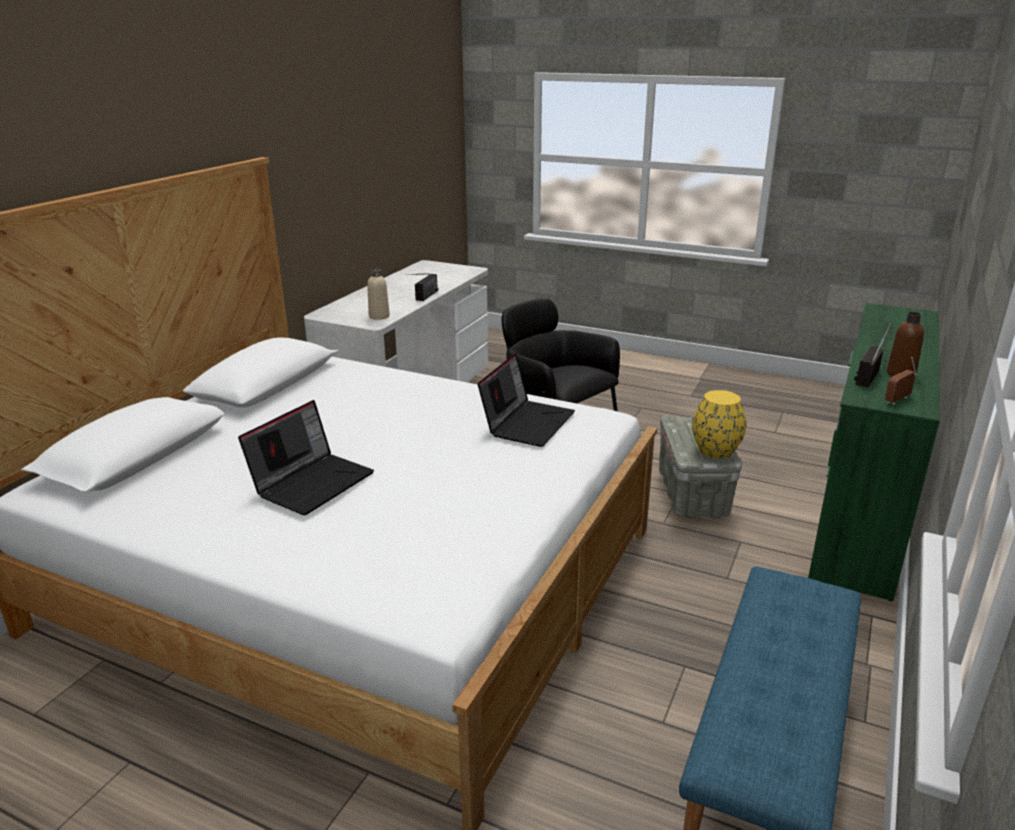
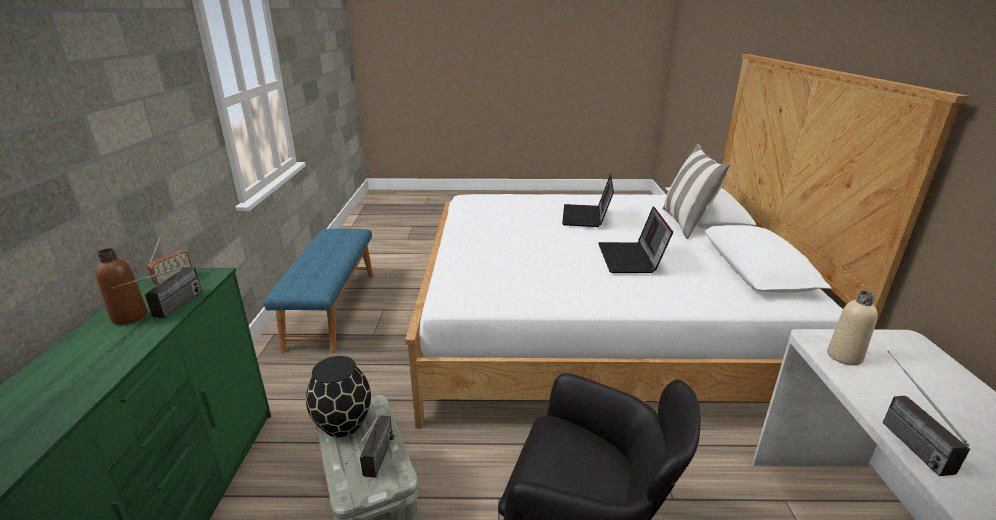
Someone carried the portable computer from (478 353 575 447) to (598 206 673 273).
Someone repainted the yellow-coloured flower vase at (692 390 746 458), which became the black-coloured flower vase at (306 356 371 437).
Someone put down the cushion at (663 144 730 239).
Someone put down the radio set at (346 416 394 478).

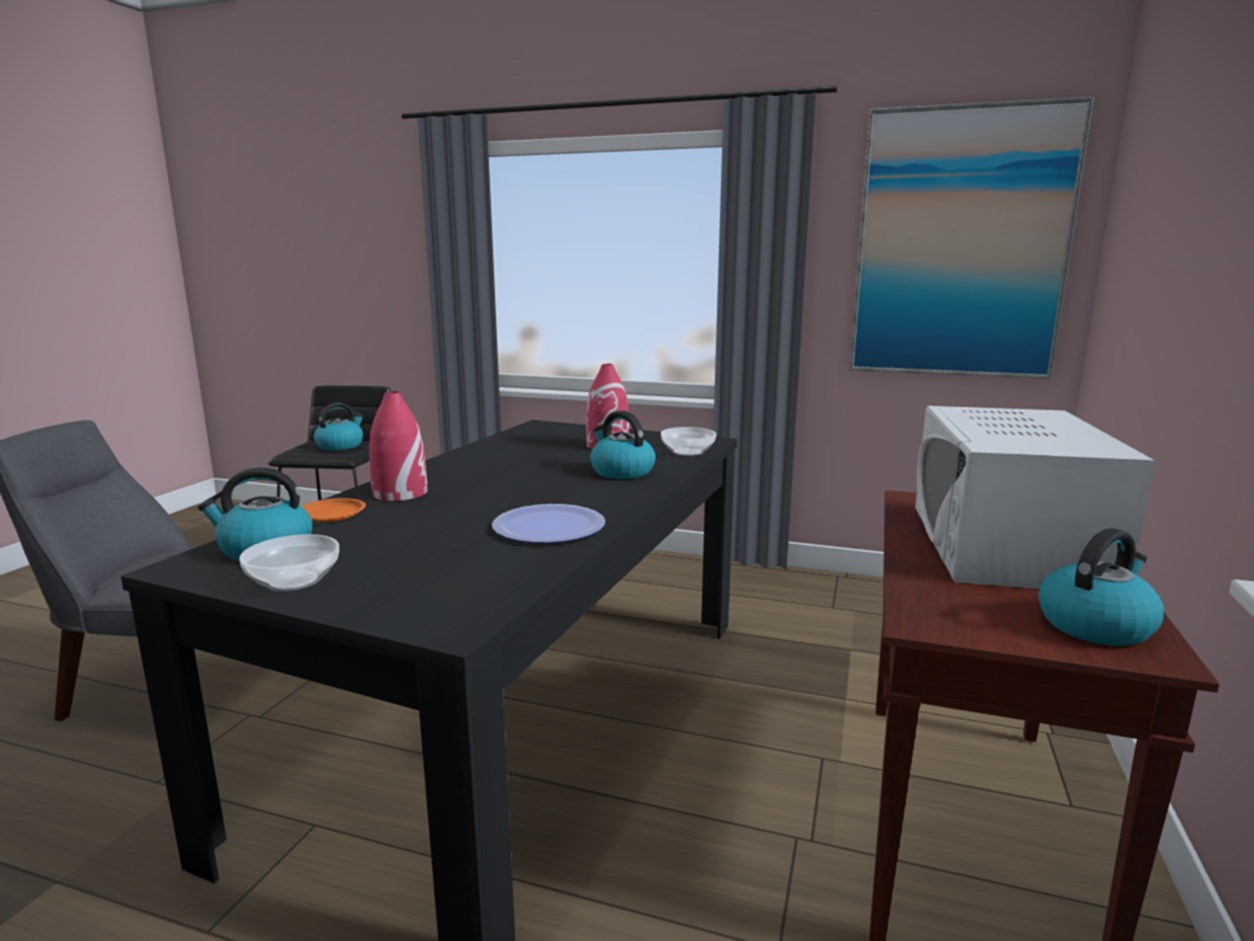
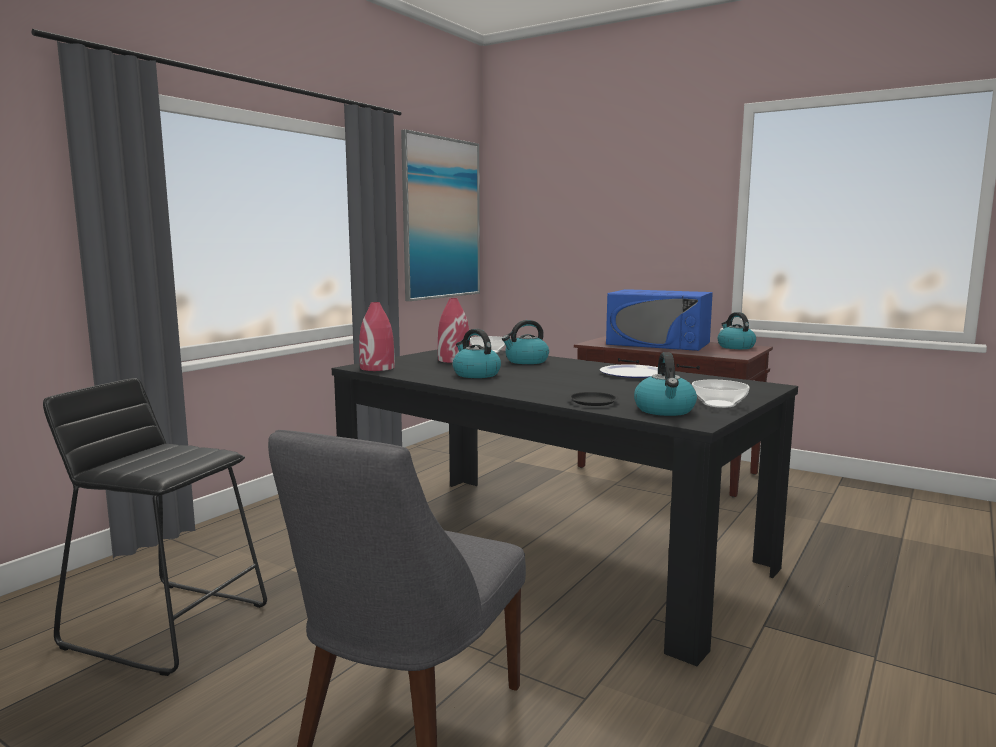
Someone carried the reddish flower vase from (369 391 428 501) to (359 302 395 371).
Someone carried the tea kettle from (314 402 364 451) to (453 329 501 378).
Someone repainted the whitish kitchen microwave at (915 406 1155 589), which became the blue kitchen microwave at (606 289 713 351).
Someone repainted the orange-coloured dinner plate at (302 498 366 522), which became the black-coloured dinner plate at (568 392 619 406).

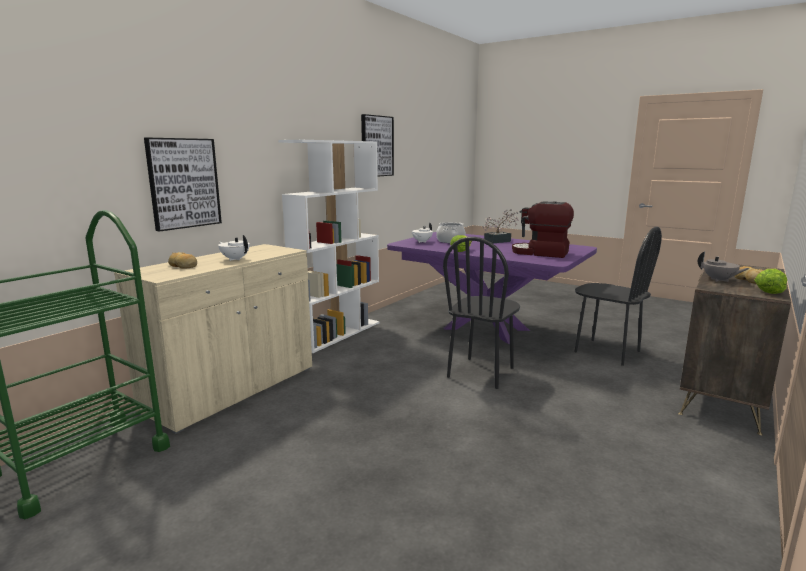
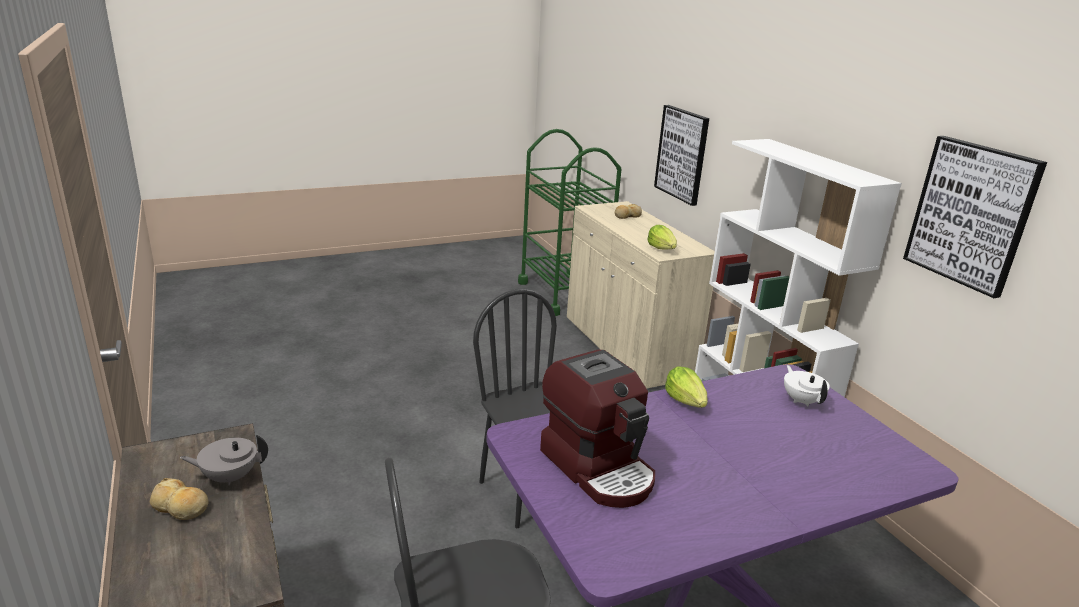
Someone rotated the coffee brewer at (512 201 574 258) by 90 degrees clockwise.
Someone took away the potted plant at (483 209 519 243).
Someone took away the stockpot at (436 222 465 243).
Someone took away the whitish teapot at (218 235 250 261).
Someone carried the lettuce from (754 269 787 294) to (648 225 677 249).

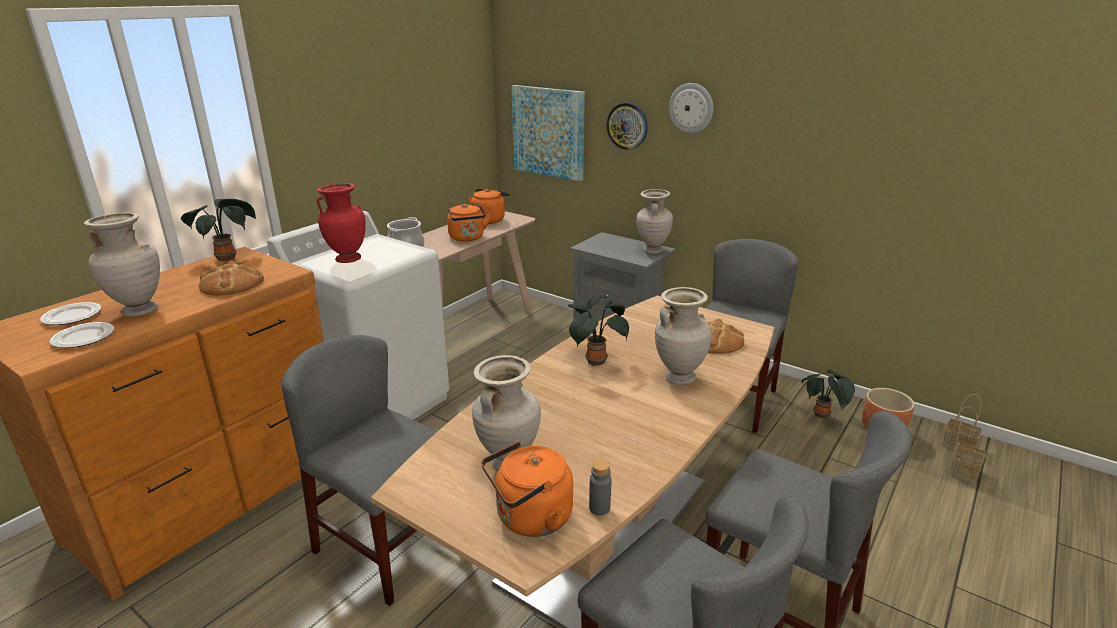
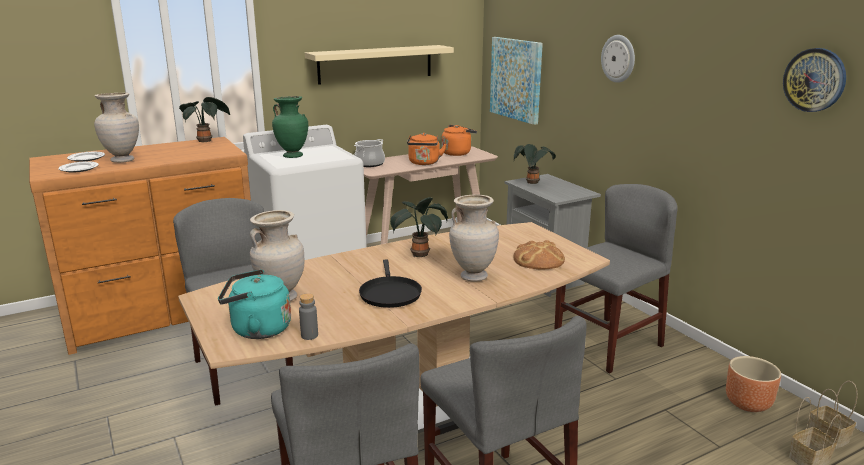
Someone carried the clock on the wall from (606 103 648 150) to (783 48 846 112).
Someone repainted the reddish flower vase at (317 183 366 263), which became the green-coloured flower vase at (272 96 308 158).
Someone took away the beige-coloured flower vase at (636 189 673 254).
Someone took away the bakery bread at (199 261 264 296).
Someone carried the potted plant from (801 369 855 418) to (514 144 556 184).
Someone repainted the orange-coloured tea kettle at (481 442 573 537), which became the turquoise-coloured tea kettle at (218 269 291 339).
Someone put up the beige-coloured wall shelf at (305 45 454 85).
Someone put down the black-coloured frying pan at (359 260 422 308).

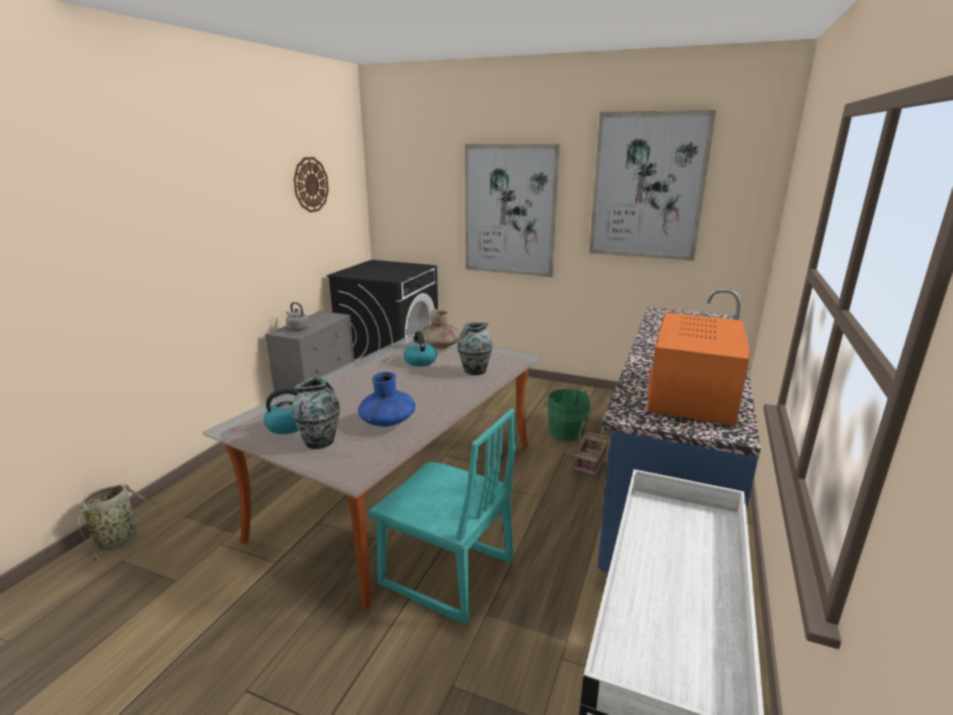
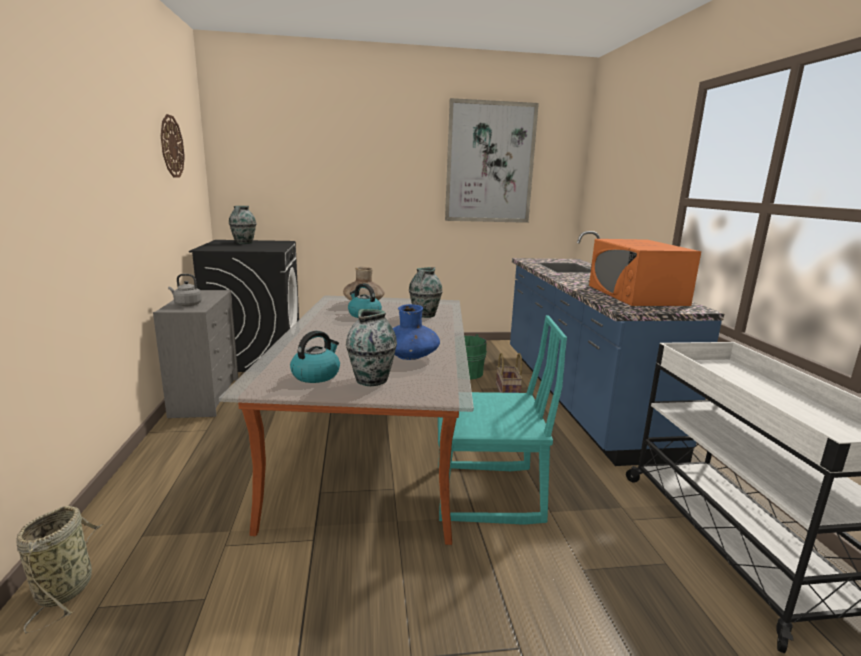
Someone took away the wall art at (465 144 560 277).
Someone put down the flower vase at (229 206 256 244).

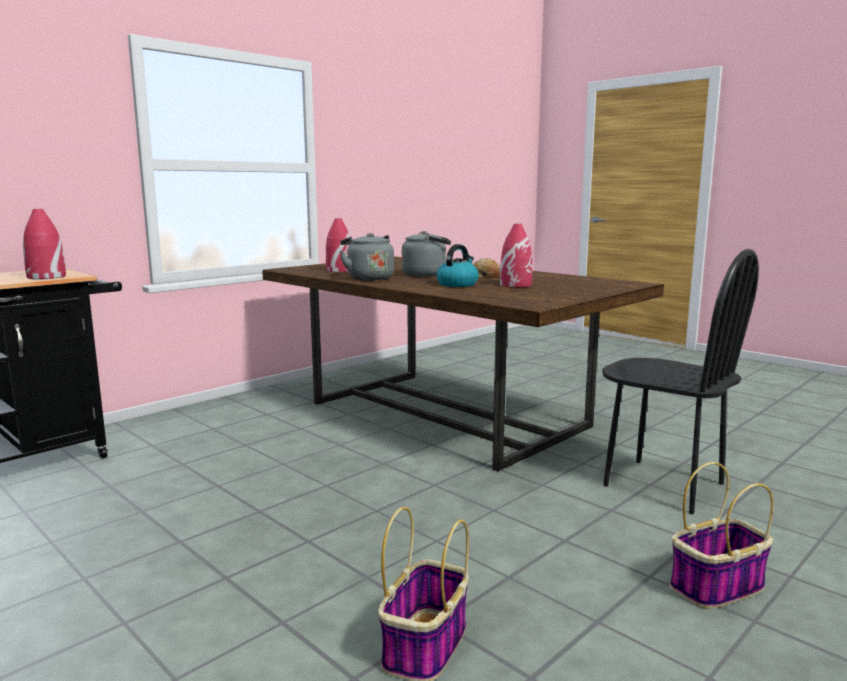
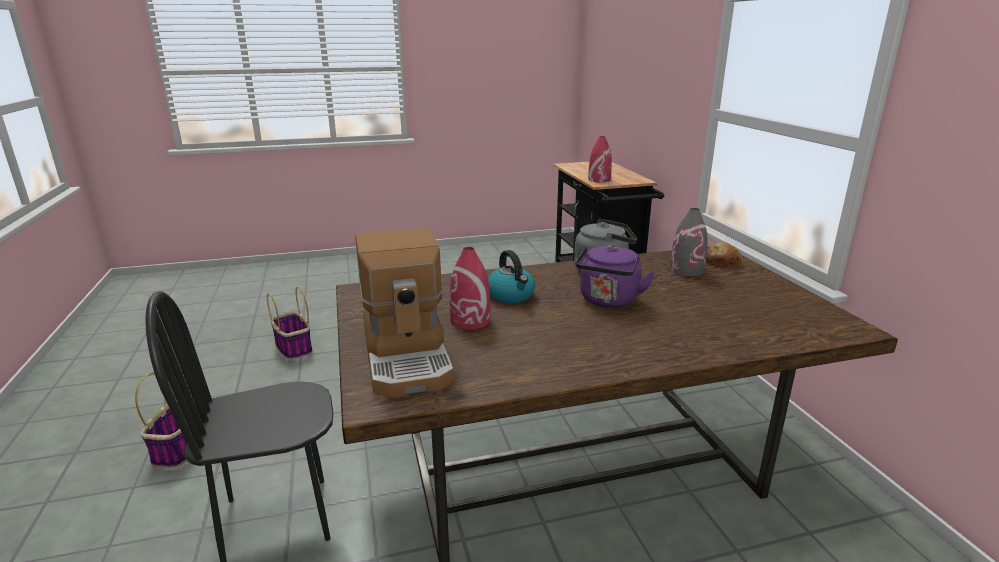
Someone repainted the reddish flower vase at (326 218 350 272), which became the gray flower vase at (670 208 708 277).
Someone repainted the gray tea kettle at (402 231 451 276), which became the purplish tea kettle at (575 245 655 308).
Someone carried the bakery bread from (473 258 500 278) to (706 242 742 268).
Someone put down the coffee brewer at (355 228 454 397).

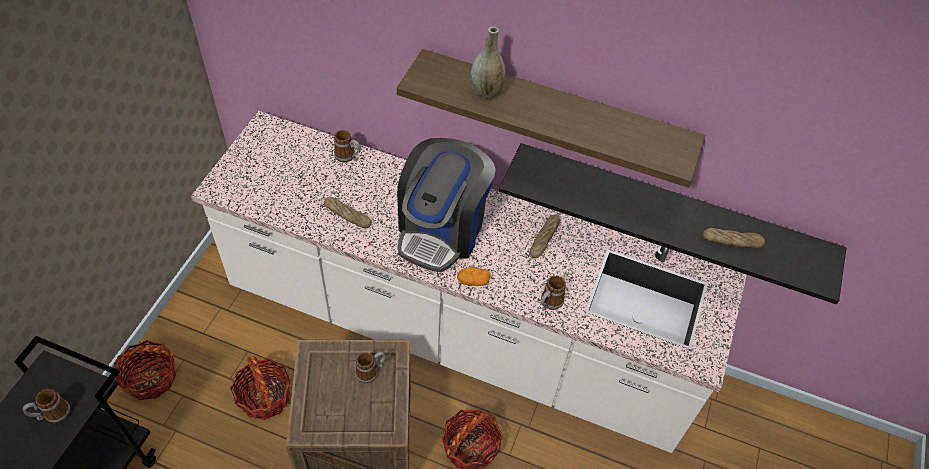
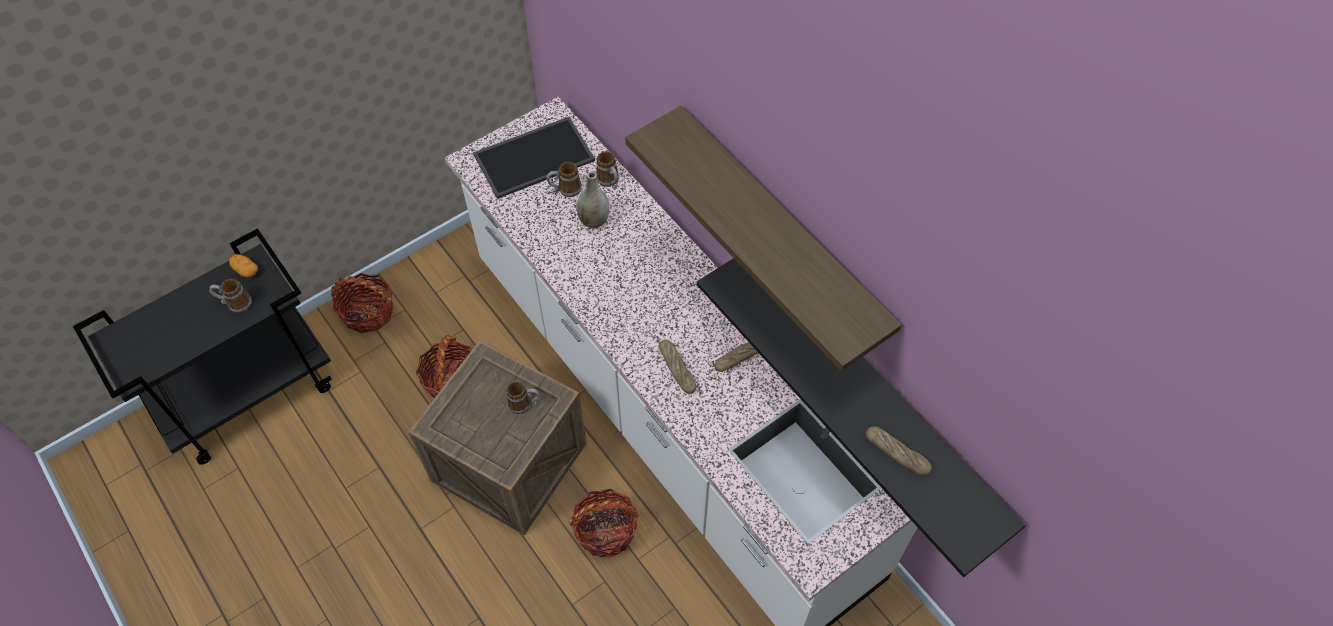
Someone carried the gray flower vase from (470 26 505 99) to (576 171 609 228).
Someone took away the coffee brewer at (397 138 496 272).
Someone carried the bakery bread from (324 197 371 228) to (659 340 696 394).
Someone carried the whole potato from (457 267 490 286) to (229 254 258 278).
Someone carried the tea mug from (540 275 566 310) to (547 162 582 197).
Someone put down the carrying tray at (473 117 595 199).

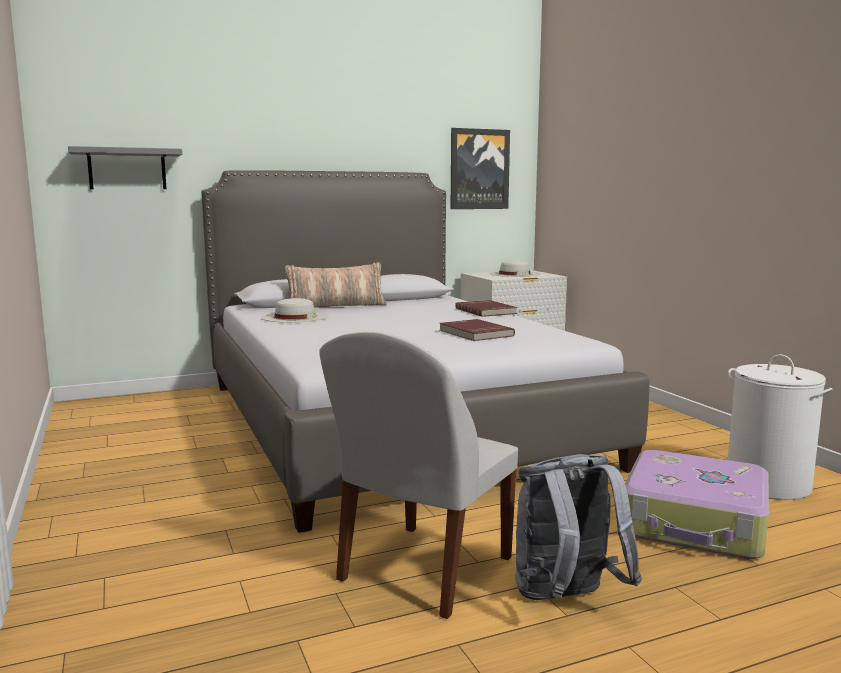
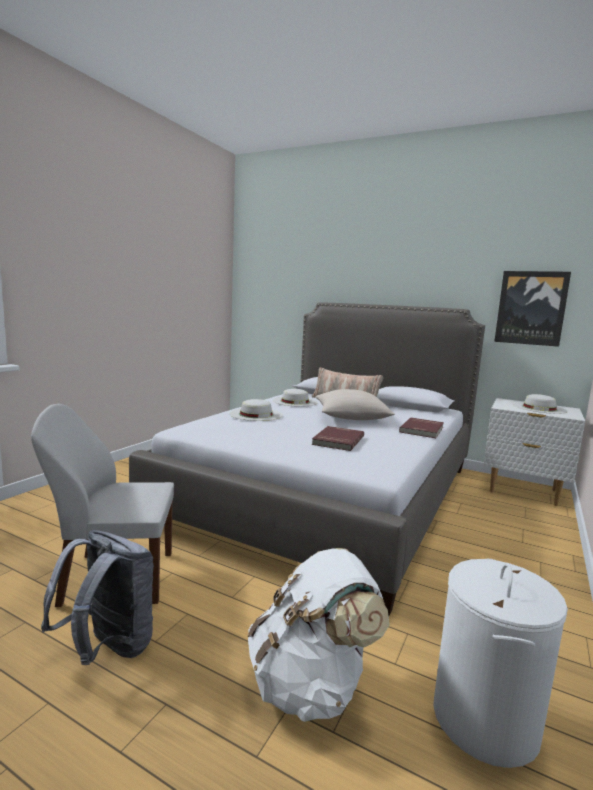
Someone took away the gray wall shelf at (68 146 182 189).
Someone swapped the travel case at (625 450 769 559) for the whitish rucksack at (247 548 390 722).
Someone put down the beige-coloured cushion at (316 389 395 420).
Someone put down the whitish clothing hat at (230 399 283 421).

